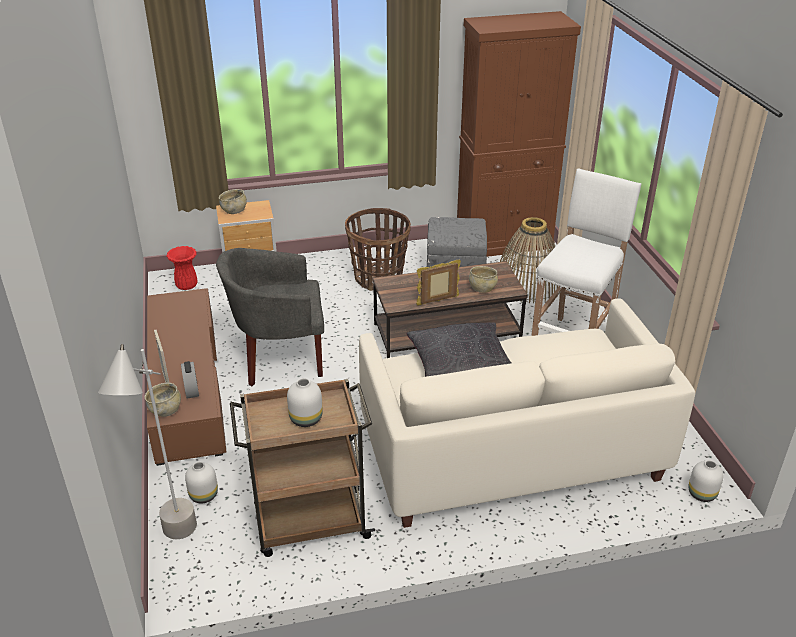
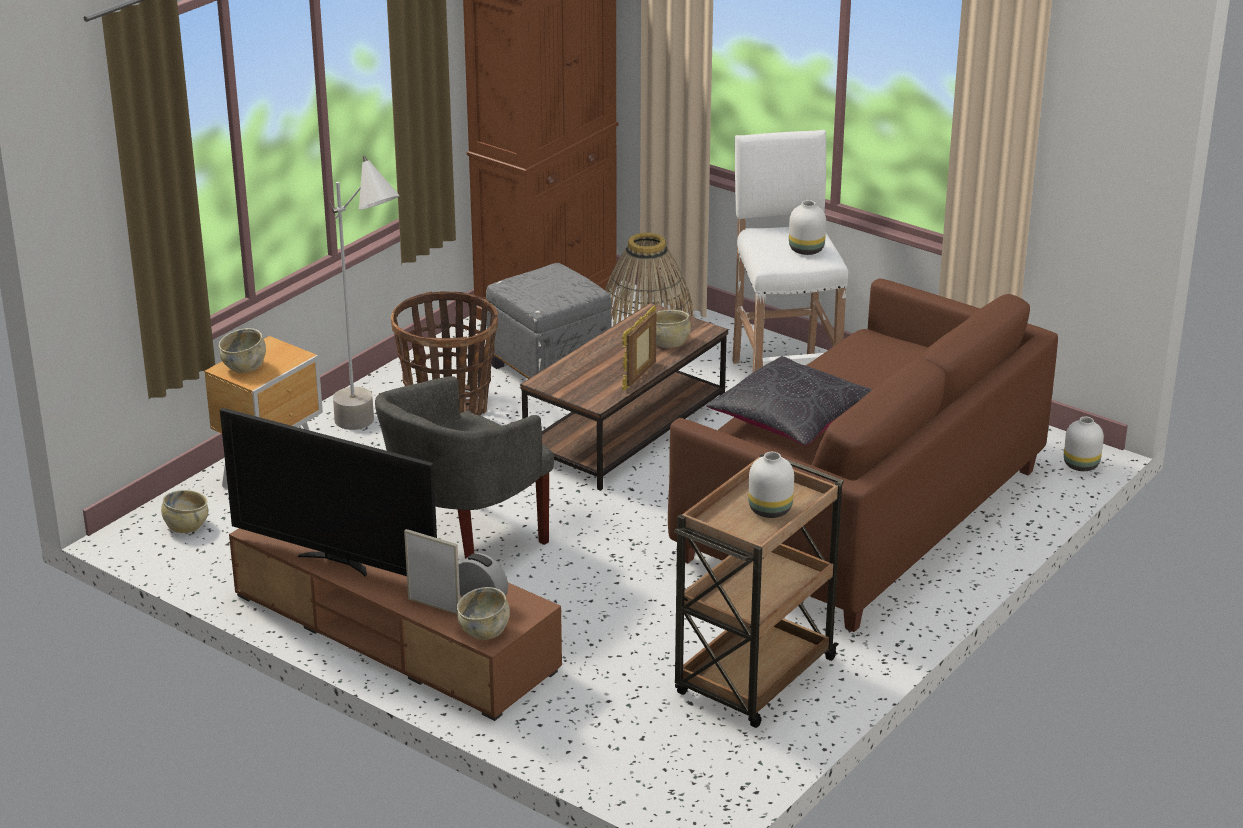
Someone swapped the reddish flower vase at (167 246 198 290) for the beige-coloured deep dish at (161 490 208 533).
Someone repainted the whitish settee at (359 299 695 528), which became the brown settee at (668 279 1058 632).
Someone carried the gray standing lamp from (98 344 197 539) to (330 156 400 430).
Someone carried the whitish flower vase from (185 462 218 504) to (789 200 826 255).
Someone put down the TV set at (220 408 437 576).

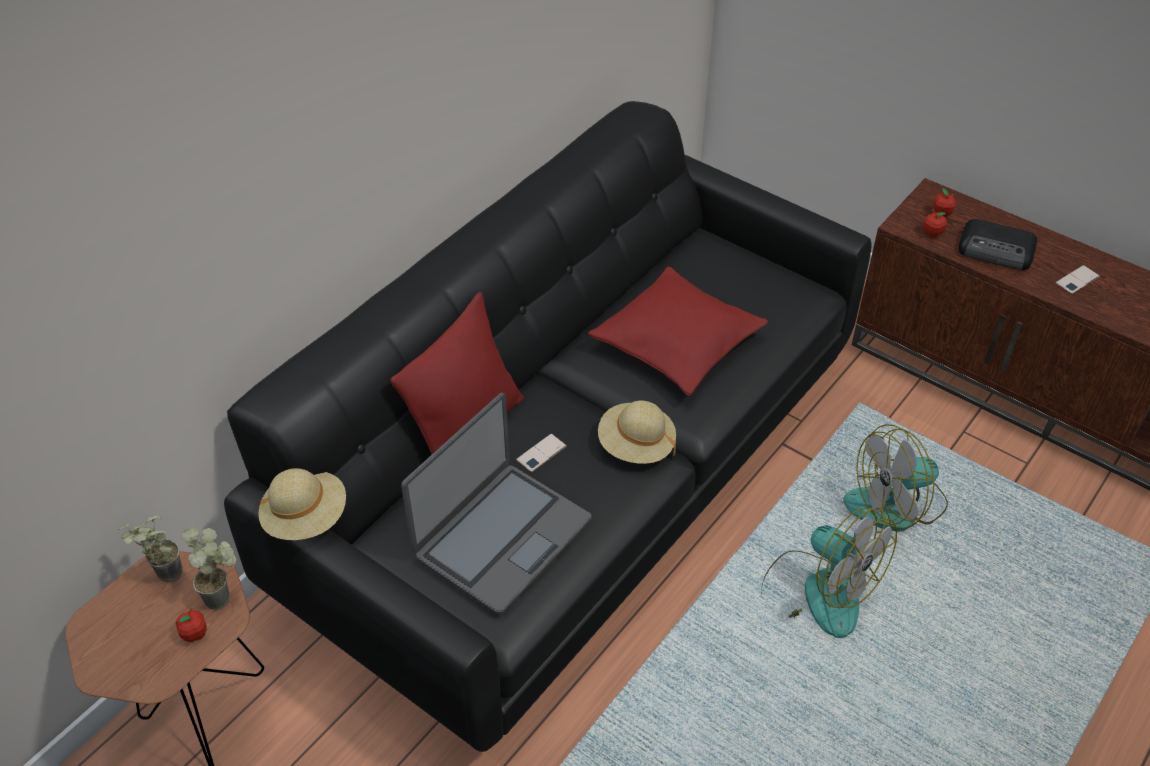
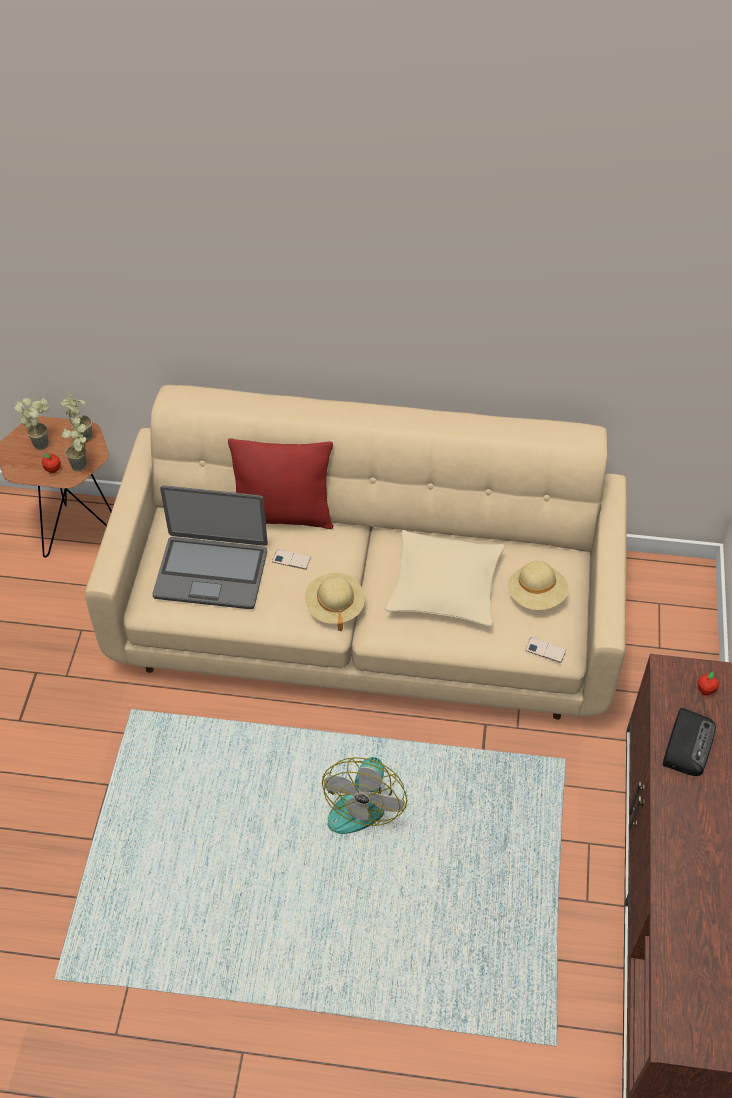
Someone repainted the black-coloured settee at (224 101 872 752), which became the beige-coloured settee at (85 385 627 720).
Someone took away the apple fruit at (923 209 947 237).
Someone rotated the radio set at (958 219 1037 270) by 150 degrees counterclockwise.
Someone carried the phone from (1055 265 1100 294) to (525 637 566 663).
Someone repainted the reddish cushion at (588 266 768 396), which became the beige-coloured cushion at (384 530 505 627).
Someone took away the electric fan at (843 424 948 532).
Someone carried the beige-coloured clothing hat from (258 468 346 540) to (508 561 569 610).
Someone put down the potted plant at (14 398 50 450).

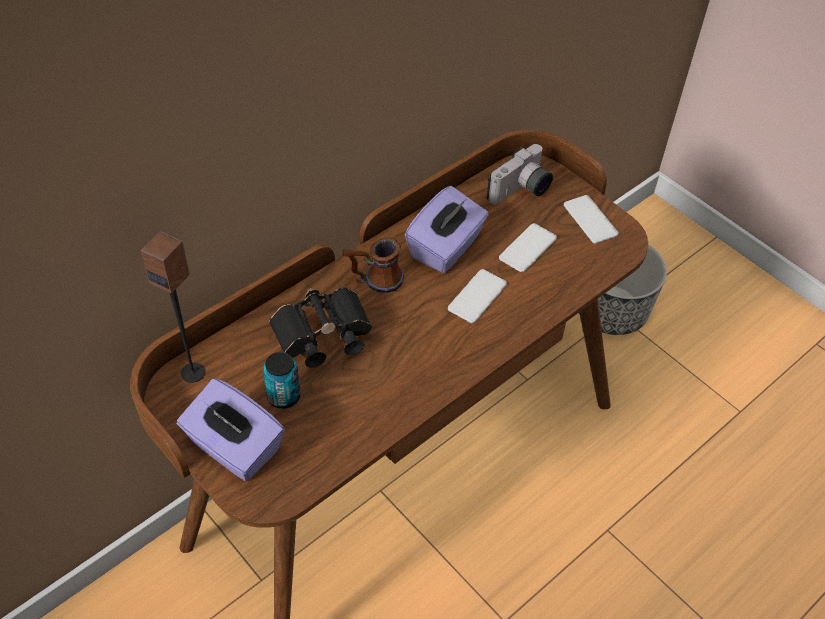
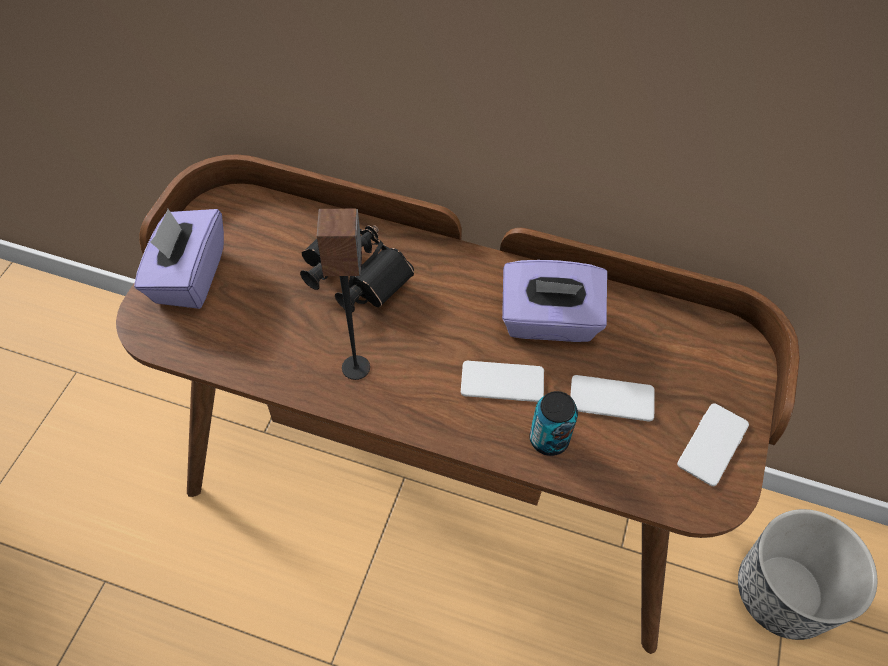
Someone took away the still camera at (487 144 553 204).
Someone carried the speaker from (141 231 205 383) to (317 209 370 380).
Someone took away the tea mug at (343 237 404 293).
Someone carried the can from (263 352 300 409) to (530 391 578 456).

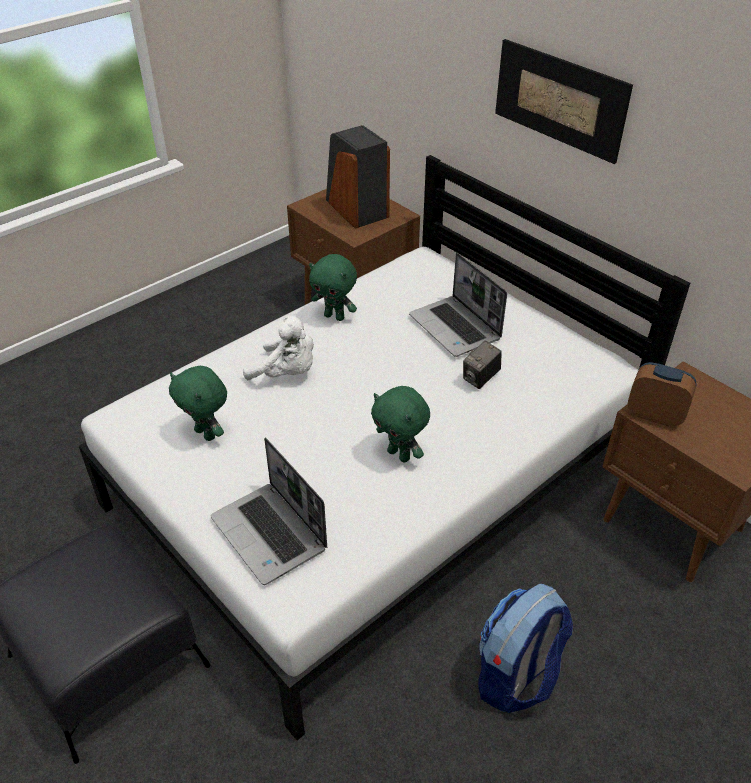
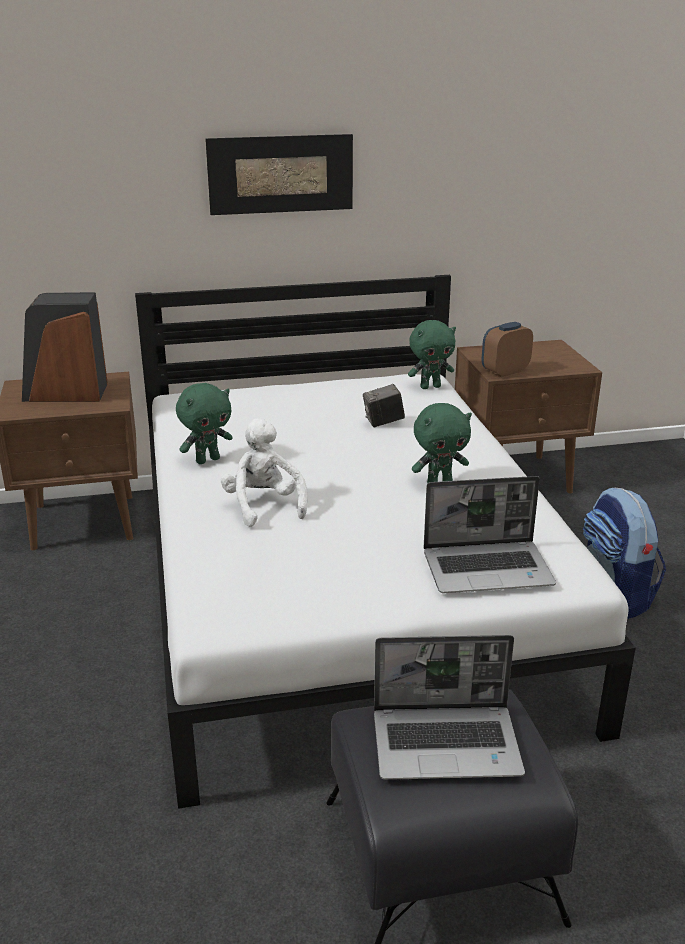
Someone carried the portable computer from (409 253 507 357) to (374 635 525 780).
Someone rotated the whitish plush toy at (243 316 314 380) by 75 degrees counterclockwise.
Someone rotated the still camera at (463 341 502 389) by 90 degrees clockwise.
Someone carried the green-coloured plush toy from (169 366 227 441) to (408 320 456 389).

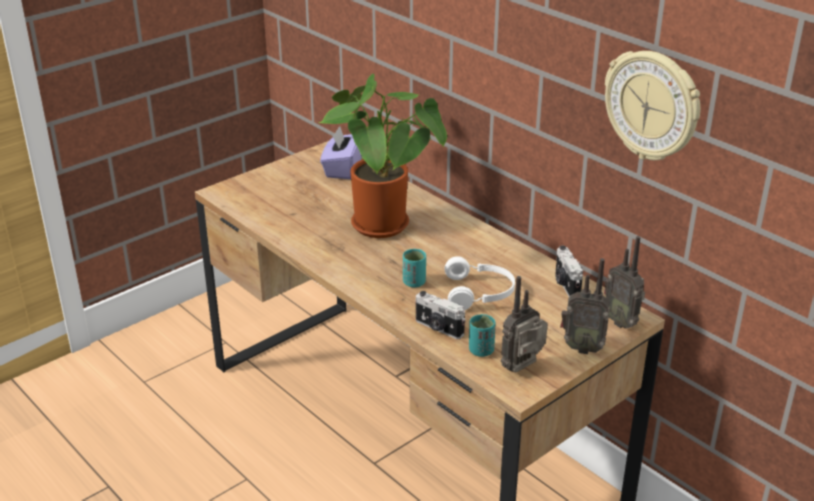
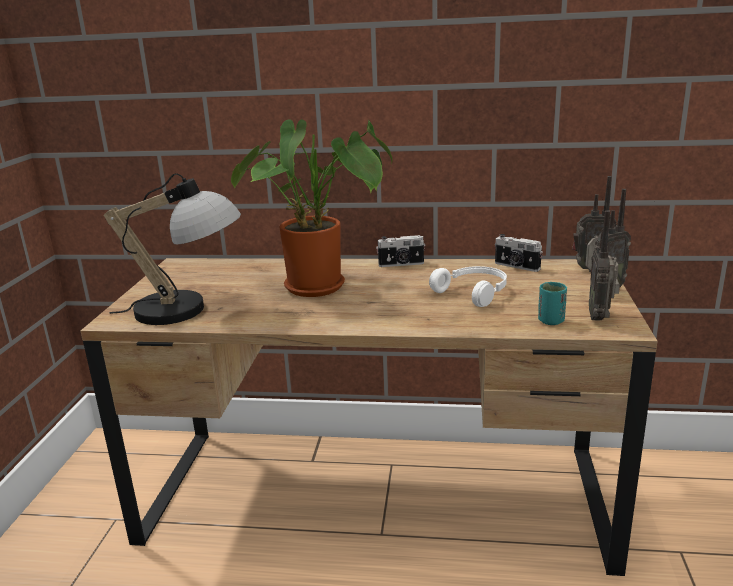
Someone took away the clock on the wall at (605 51 700 160).
Someone took away the purplish tissue box at (320 126 362 179).
Someone took away the turquoise-coloured drinking cup at (403 249 426 288).
Someone carried the still camera from (415 291 465 339) to (376 235 426 267).
Someone put down the tabletop lamp at (103 173 241 325).

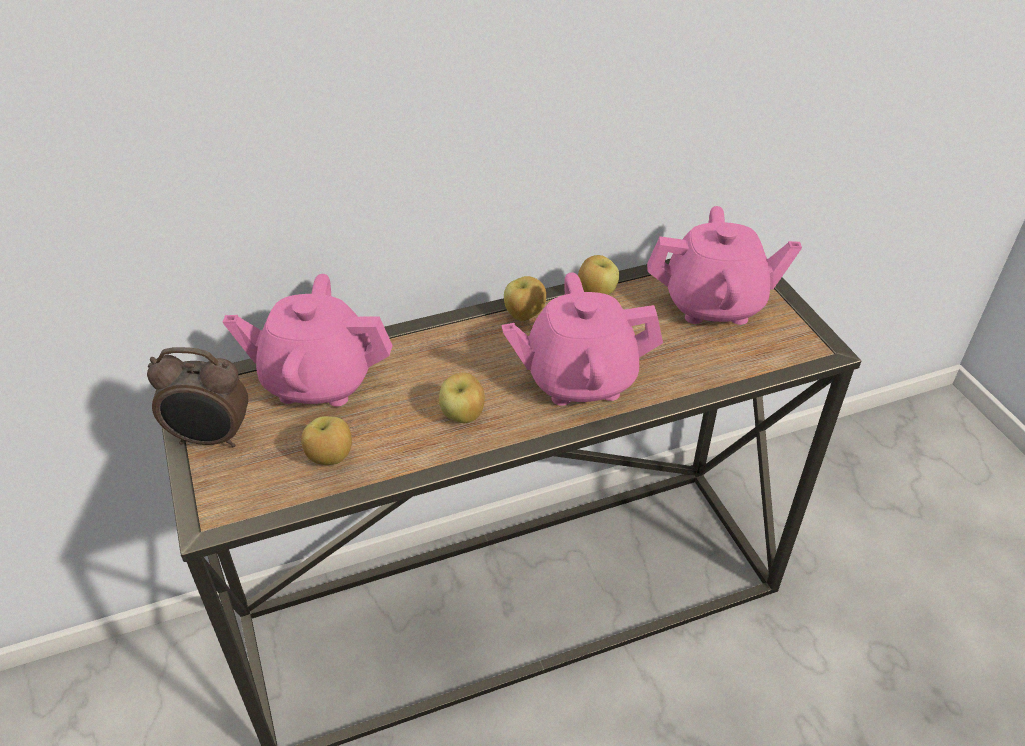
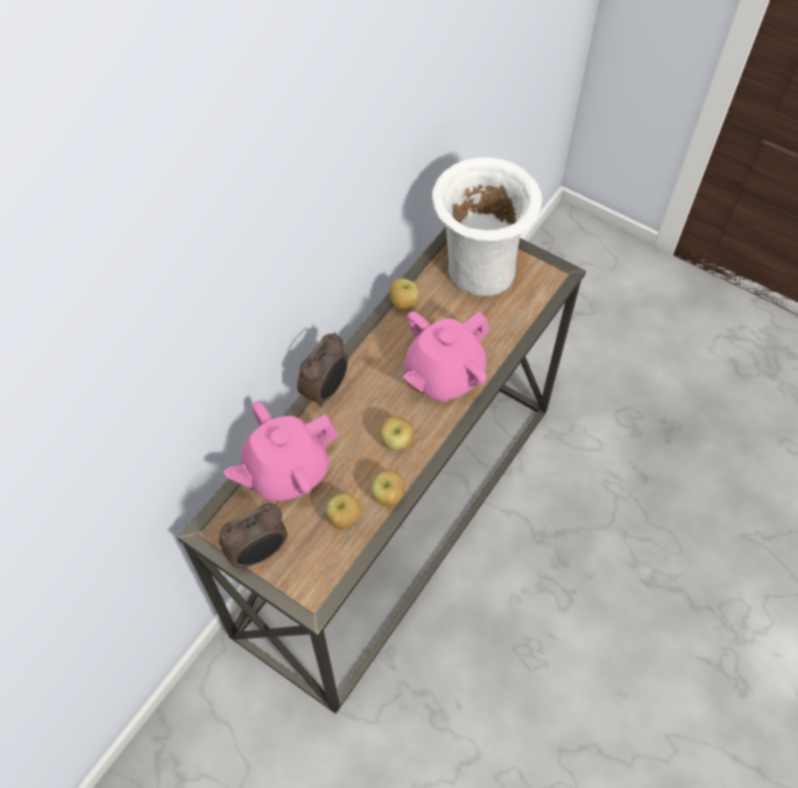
Someone swapped the pink teapot at (647 206 802 325) for the whitish flower vase at (432 157 542 296).
Someone carried the apple fruit from (504 276 546 321) to (371 471 405 507).
Someone put down the alarm clock at (297 332 348 407).

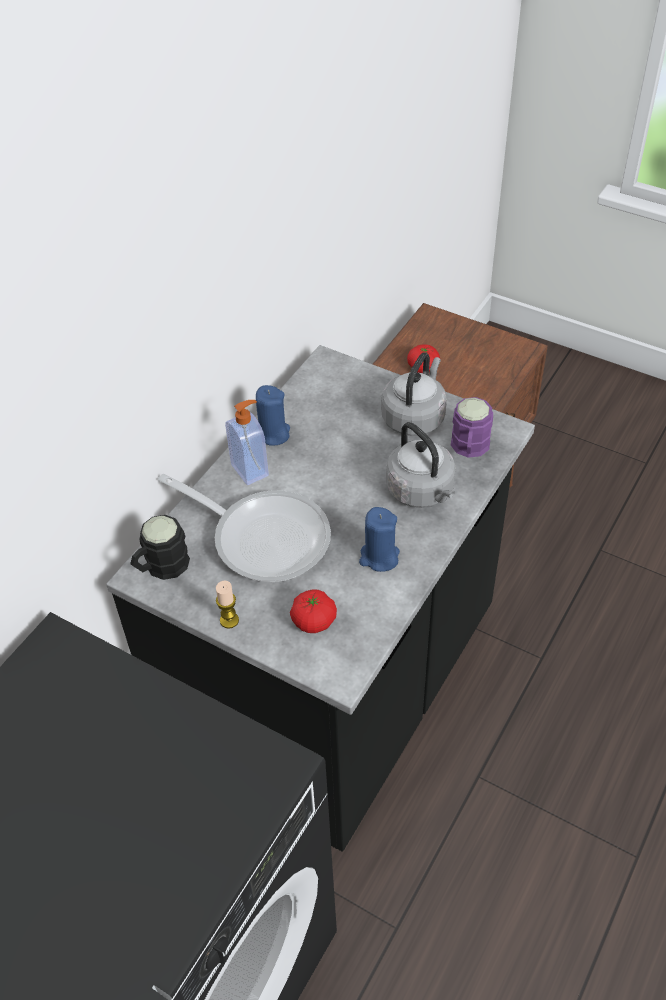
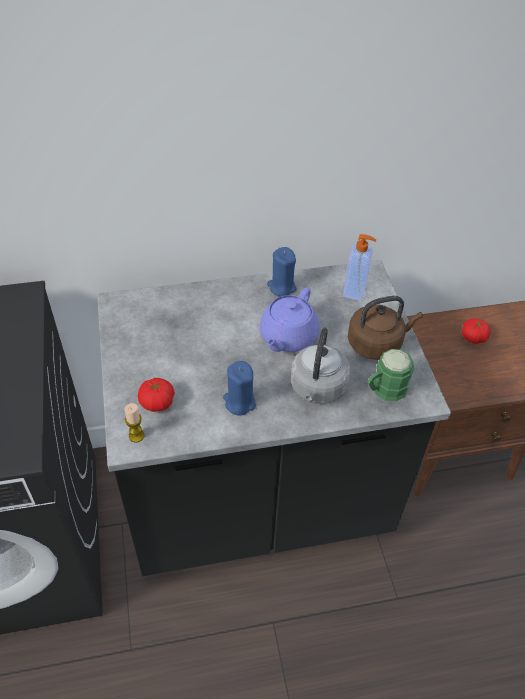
Someone repainted the gray tea kettle at (381 353 447 436), which became the brown tea kettle at (348 296 423 360).
Someone repainted the purplish tea mug at (451 397 493 458), which became the green-coloured tea mug at (367 349 414 401).
Someone carried the liquid soap bottle from (225 400 269 485) to (343 234 376 301).
Someone took away the frying pan at (158 474 331 582).
Someone took away the black-coloured tea mug at (130 515 190 580).
Someone carried the wax candle from (216 581 239 629) to (124 403 145 443).
Someone put down the purplish teapot at (260 287 319 352).

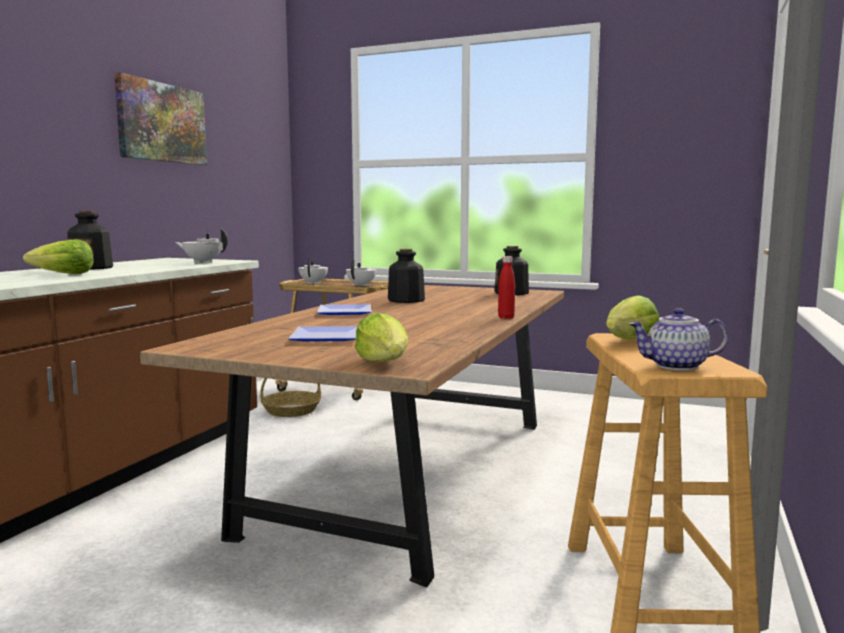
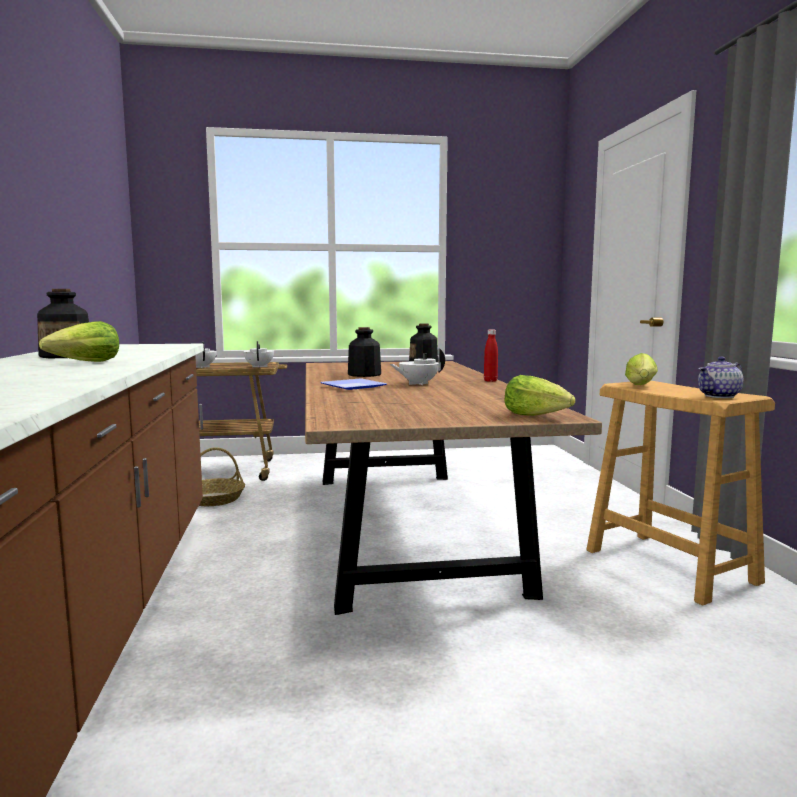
Someone took away the wall art at (114 72 207 165).
Someone carried the whitish teapot from (175 228 228 263) to (390 348 445 385).
Someone took away the dinner plate at (288 326 358 341).

